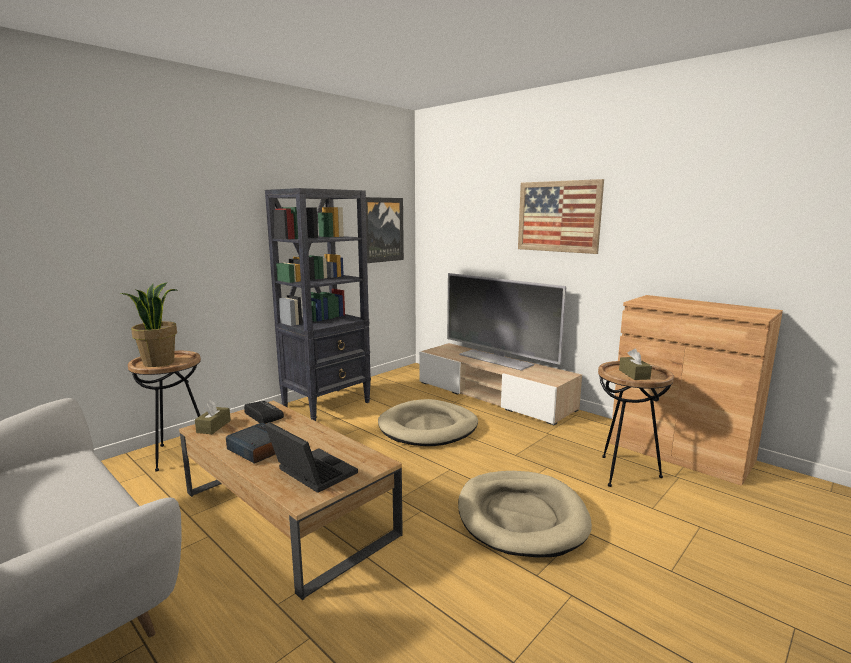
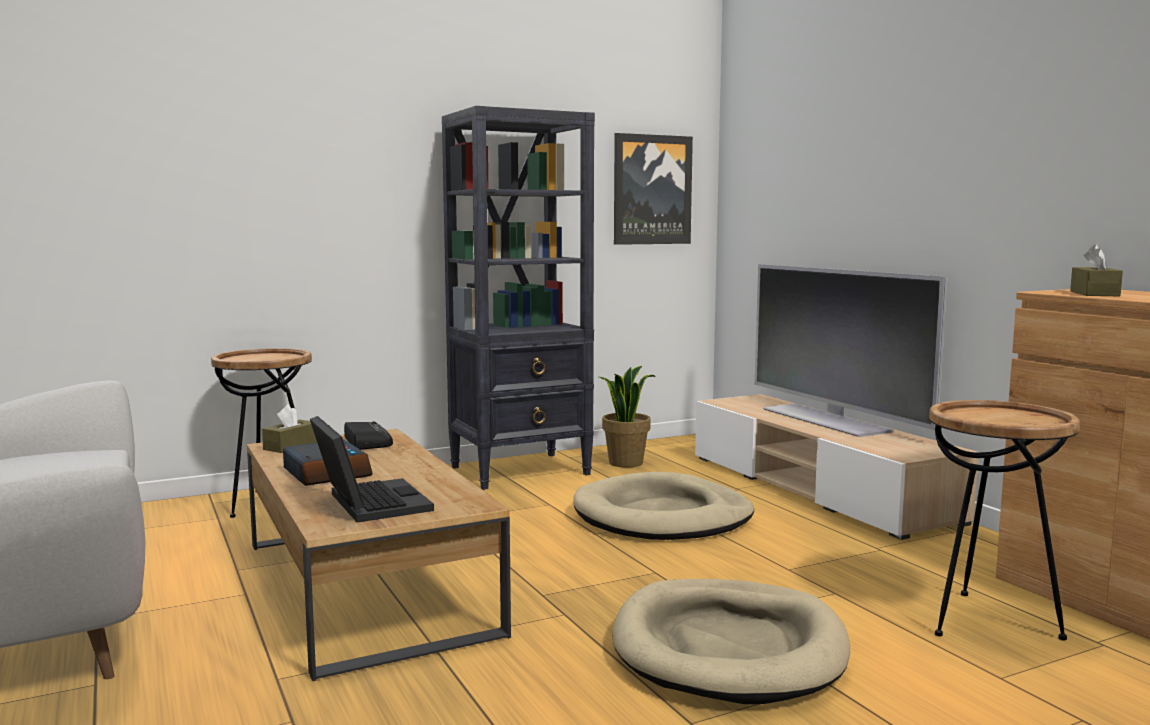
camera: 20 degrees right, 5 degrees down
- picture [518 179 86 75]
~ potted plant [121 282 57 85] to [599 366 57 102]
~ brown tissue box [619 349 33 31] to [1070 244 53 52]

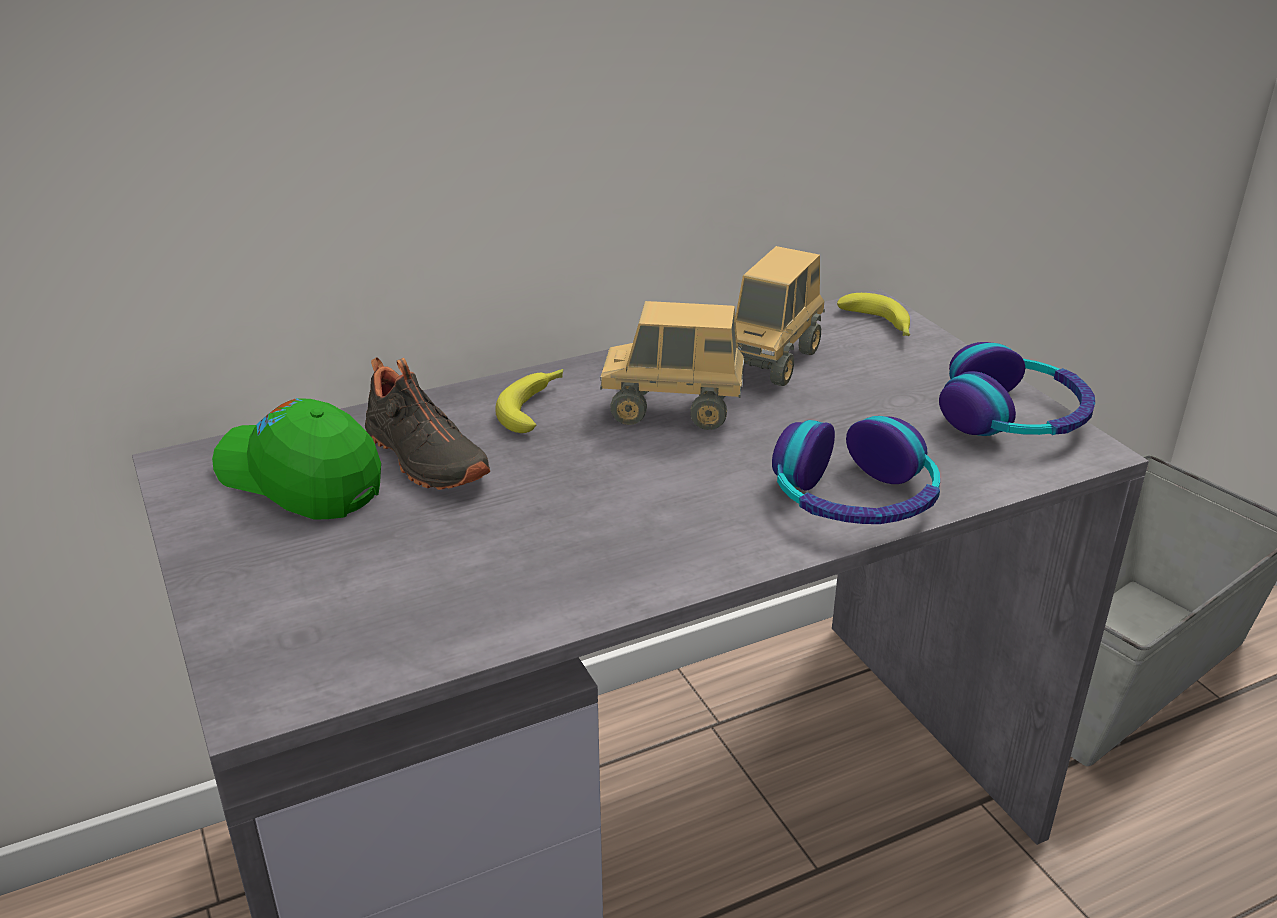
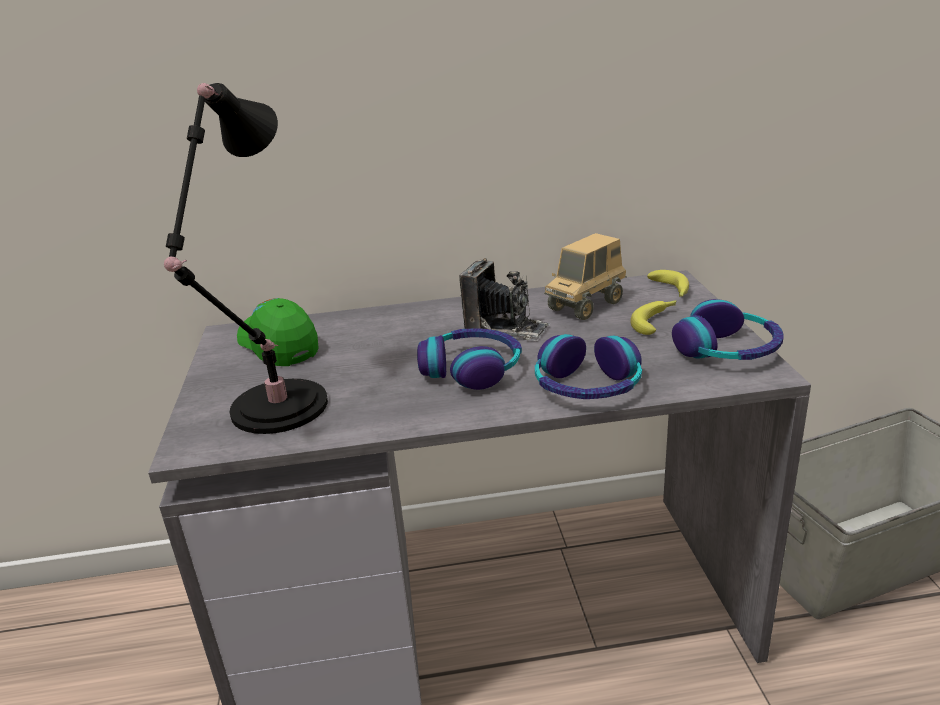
camera: 20 degrees right, 5 degrees down
~ toy truck [600 301 144 129] to photo camera [459 258 91 83]
- black shoe [365 357 125 133]
~ banana [495 369 68 64] to [631 300 45 35]
+ black table lamp [164 83 164 351]
+ headphones [417 328 105 62]

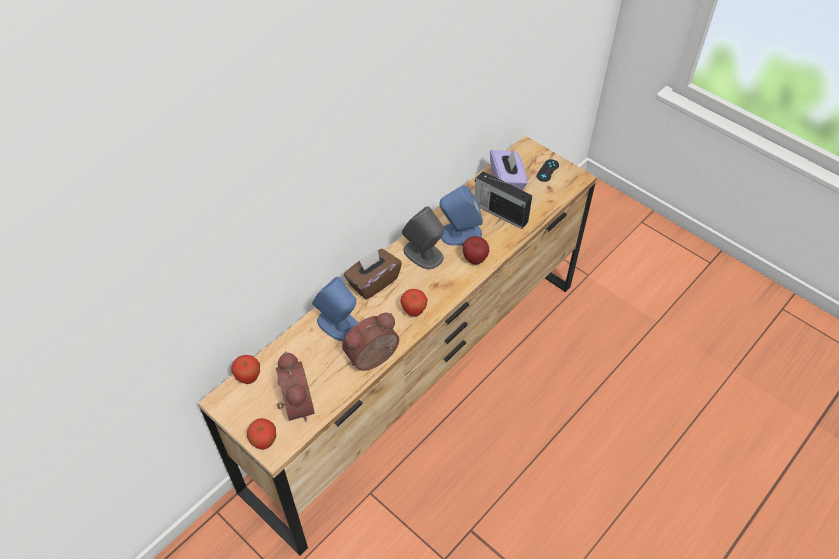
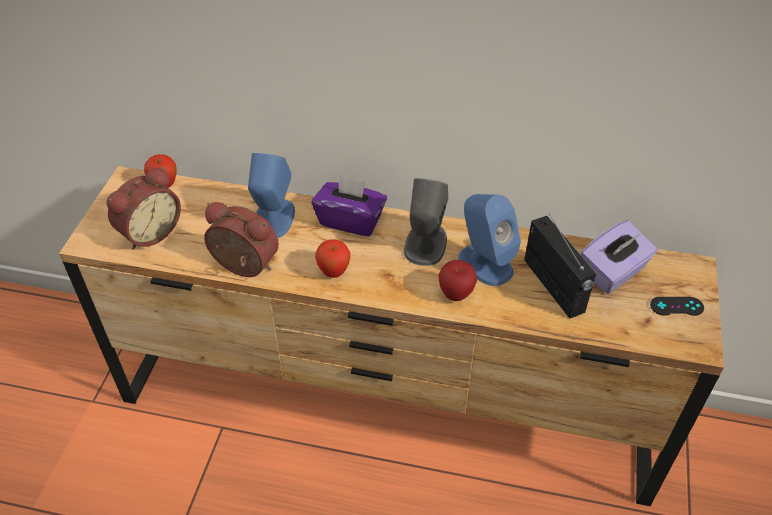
camera: 60 degrees right, 5 degrees down
~ radio [475 171 57 58] = [524 214 72 104] 150 degrees clockwise
~ brown tissue box [344 249 58 51] to purple tissue box [311 175 76 62]
- apple [247 418 29 32]

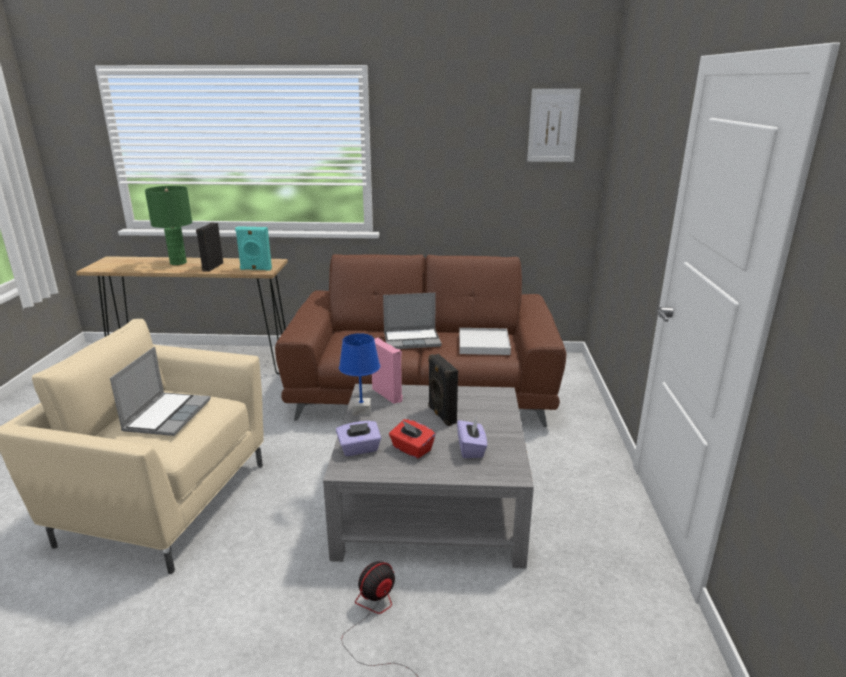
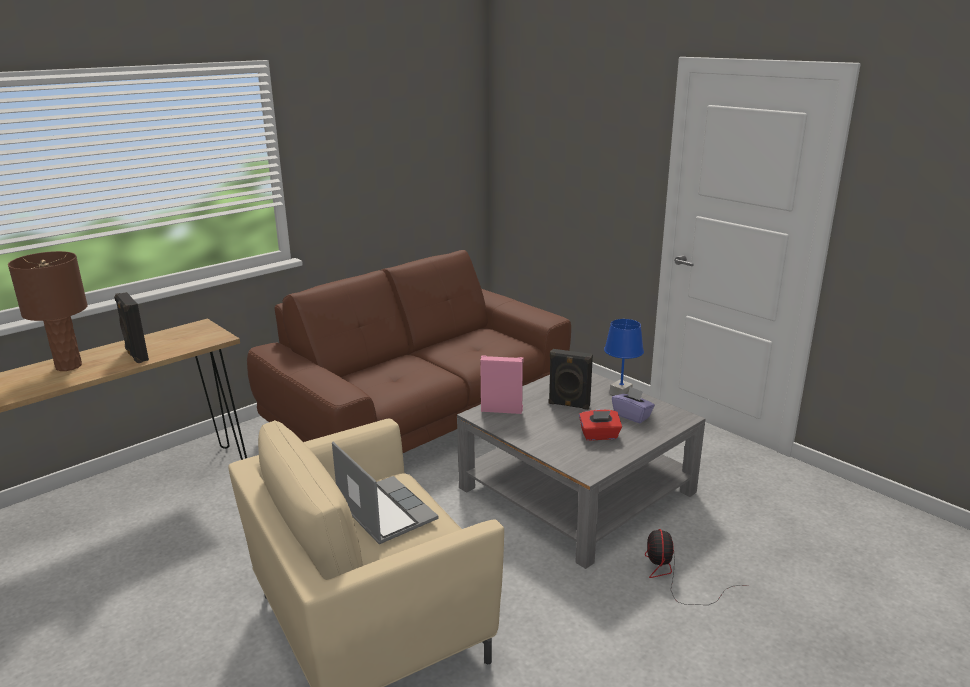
camera: 45 degrees left, 0 degrees up
- picture [527 89 54 73]
~ green table lamp [145 186 47 79] to brown table lamp [8 251 80 120]
- turquoise speaker [235 226 37 45]
- laptop [383 293 59 56]
- white tray [459 328 52 27]
~ blue table lamp [339 333 41 82] to [604 319 40 77]
- purple tissue box [336 421 45 35]

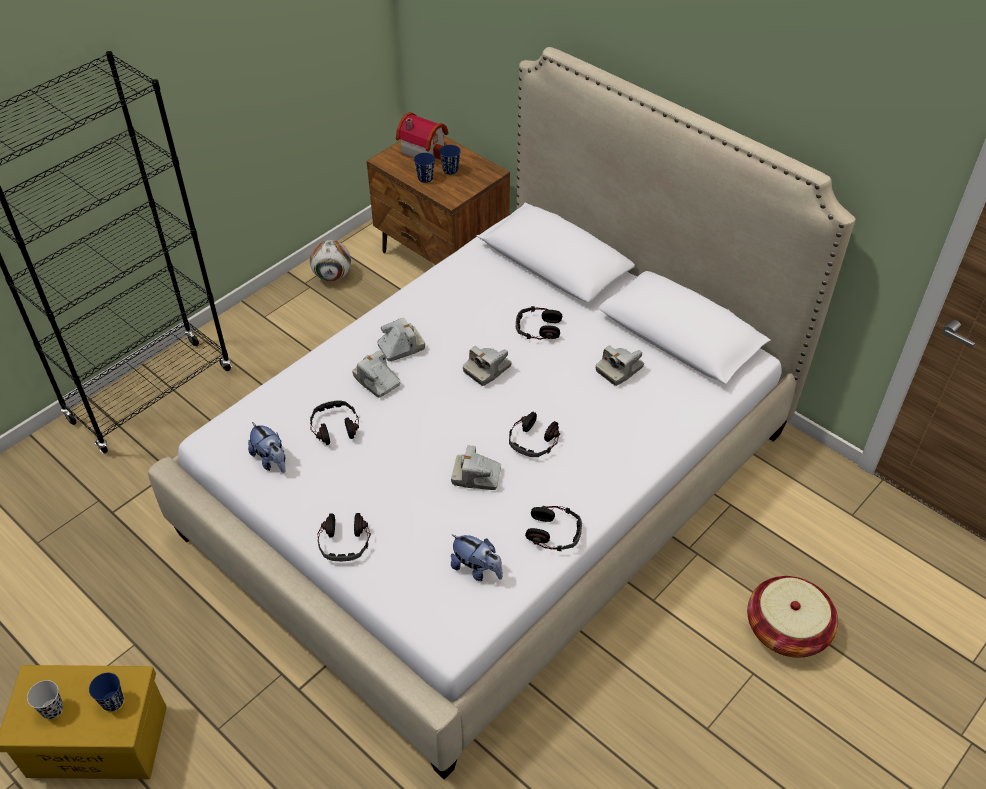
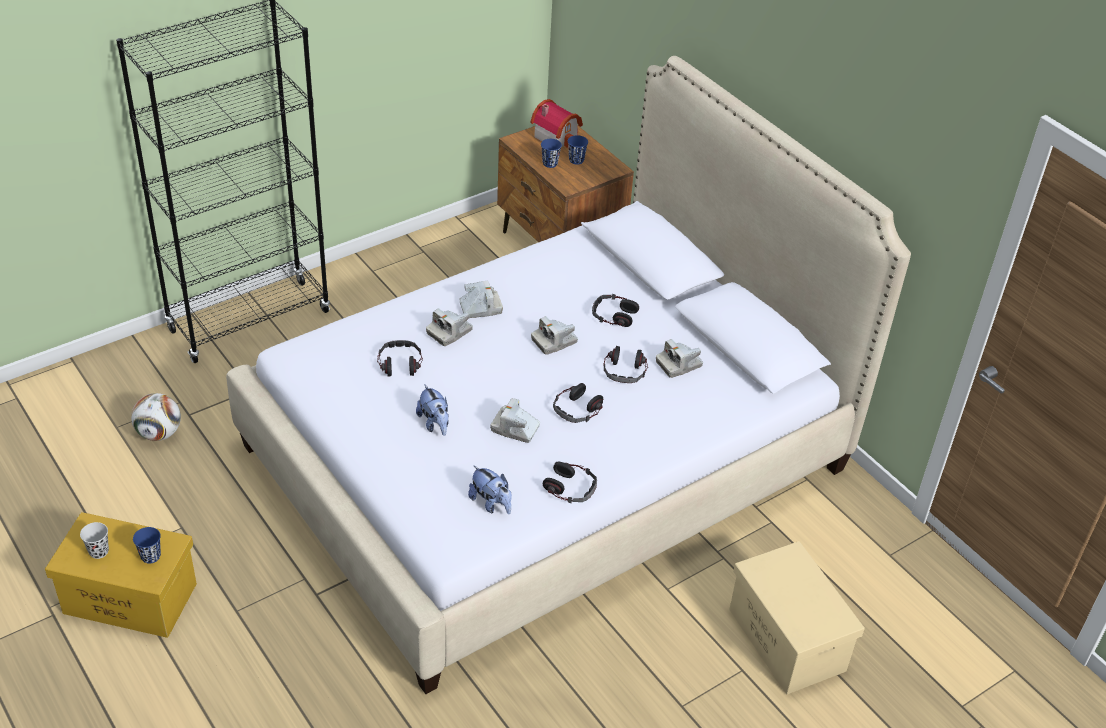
camera: 10 degrees right, 5 degrees down
~ football [310 240 41 41] to [131 393 50 48]
~ photo camera [352 350 48 48] = [426 308 47 38] 105 degrees counterclockwise
~ plush toy [248 422 38 51] to [416 385 33 51]
~ headphones [318 513 53 48] to [604 346 44 37]
~ basket [747 576 91 81] to beige storage box [729 541 136 153]

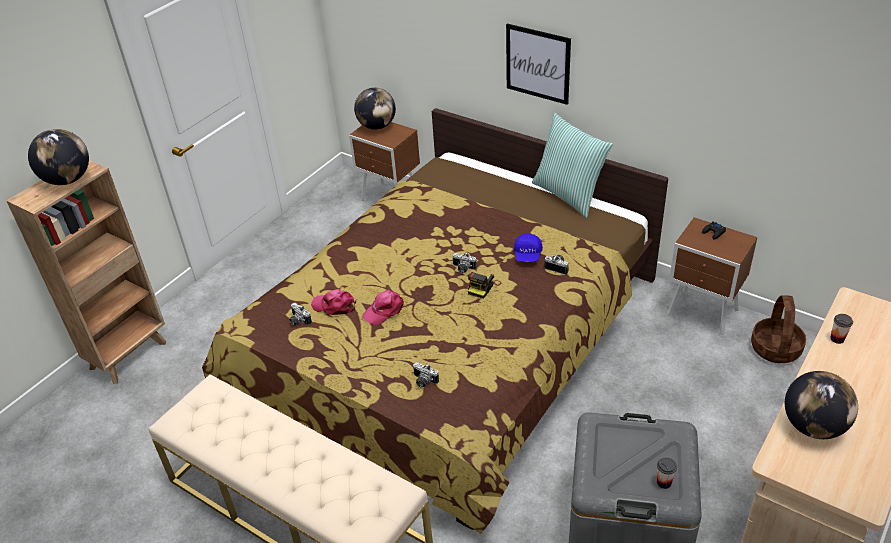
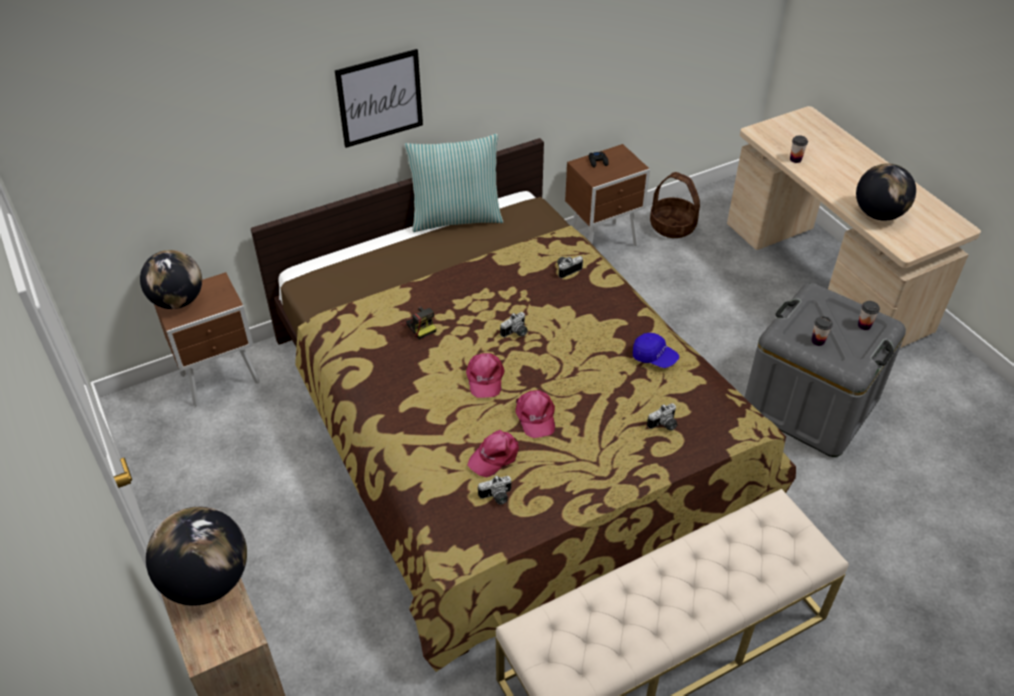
camera: 65 degrees left, 5 degrees up
~ blue cap [514 233 29 29] to [633 333 46 35]
~ photo camera [468 272 33 27] to [400 306 36 33]
+ cup [811 316 22 30]
+ pink cap [466 353 39 45]

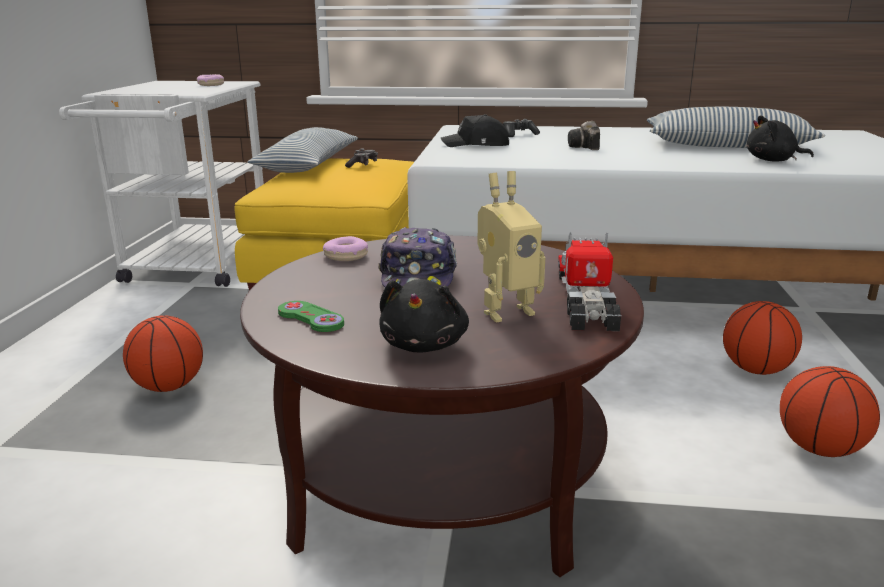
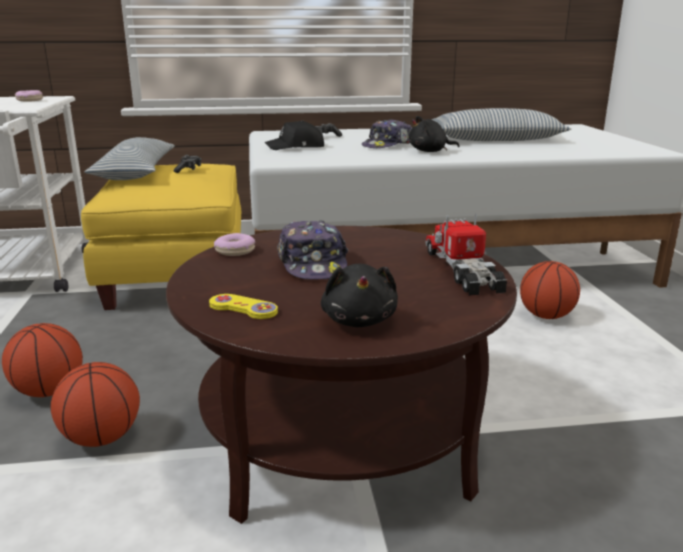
camera: 15 degrees left, 0 degrees up
~ black plush toy [747 116 67 45] to [409 116 51 36]
~ photo camera [568 121 32 29] to cap [362 119 50 29]
- toy robot [477 171 68 151]
~ green game controller [278 301 66 31] to yellow game controller [209 294 69 25]
~ basketball [780 366 100 91] to [51 362 89 85]

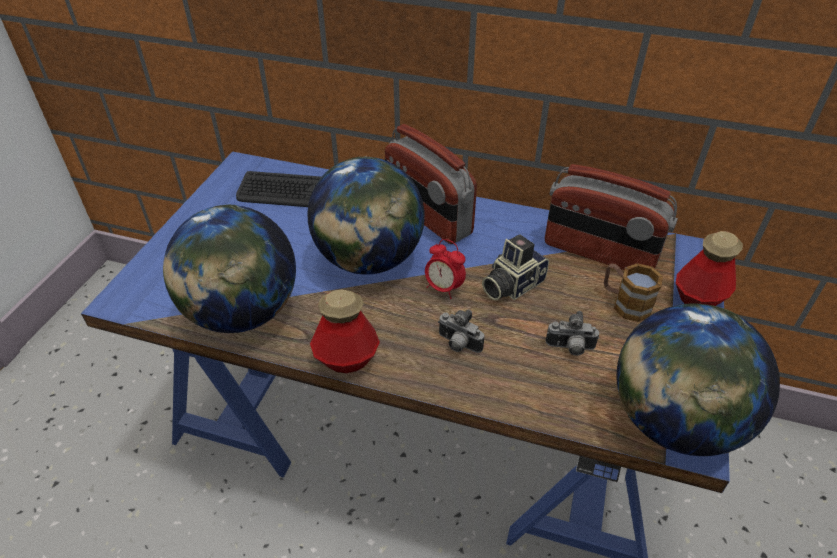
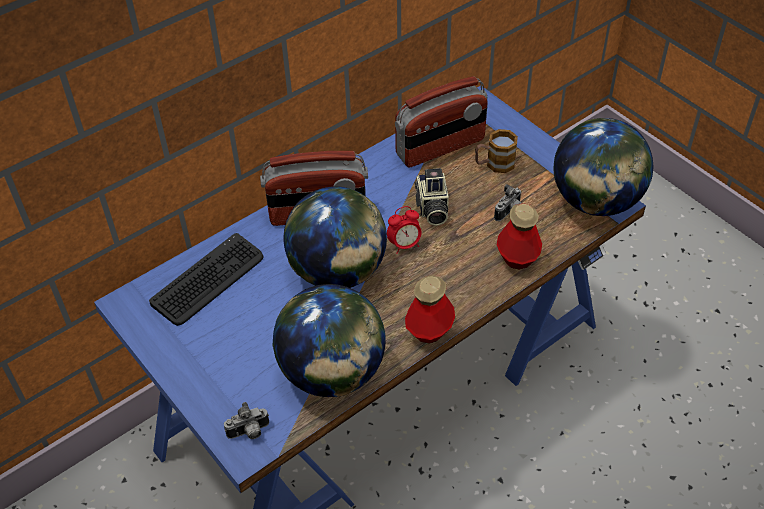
camera: 55 degrees left, 5 degrees up
~ bottle [676 231 67 75] to [497 203 45 67]
~ photo camera [438 309 46 44] to [224 402 45 37]

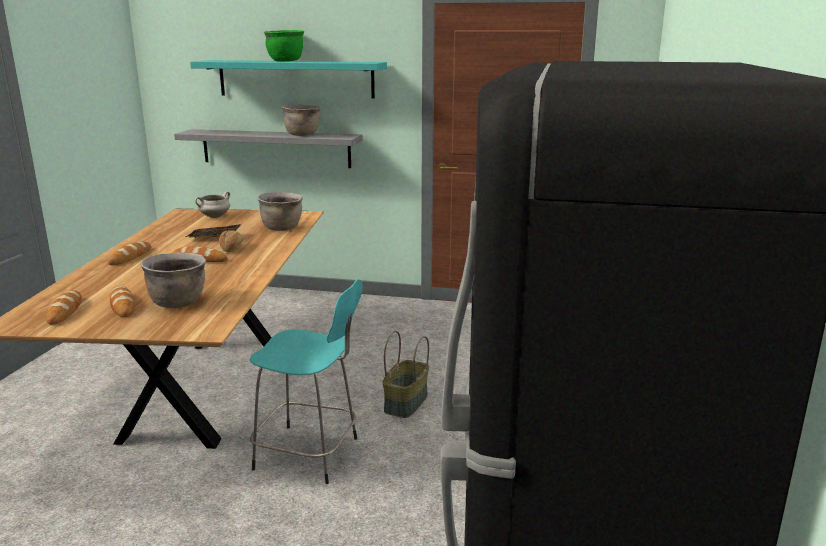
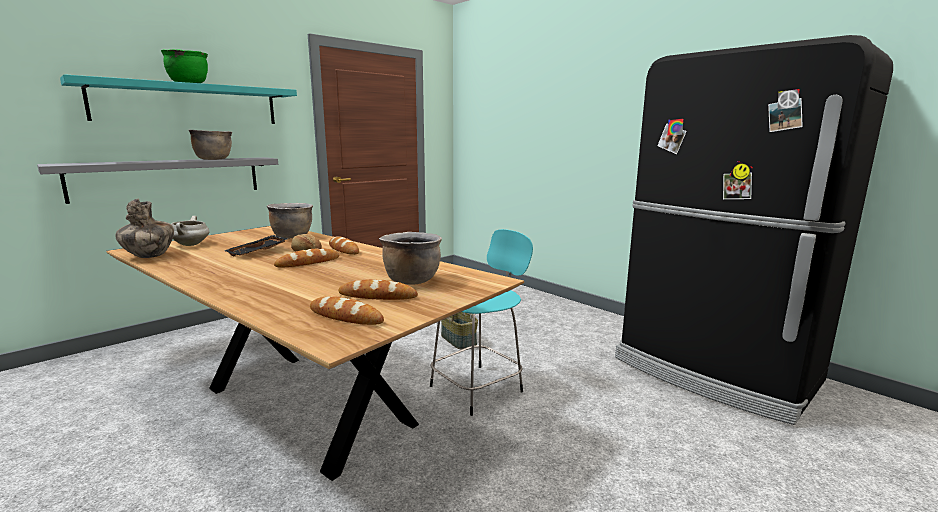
camera: 55 degrees left, 5 degrees down
~ bread [108 241 43 24] to [329 236 30 19]
+ vase [115 199 59 59]

